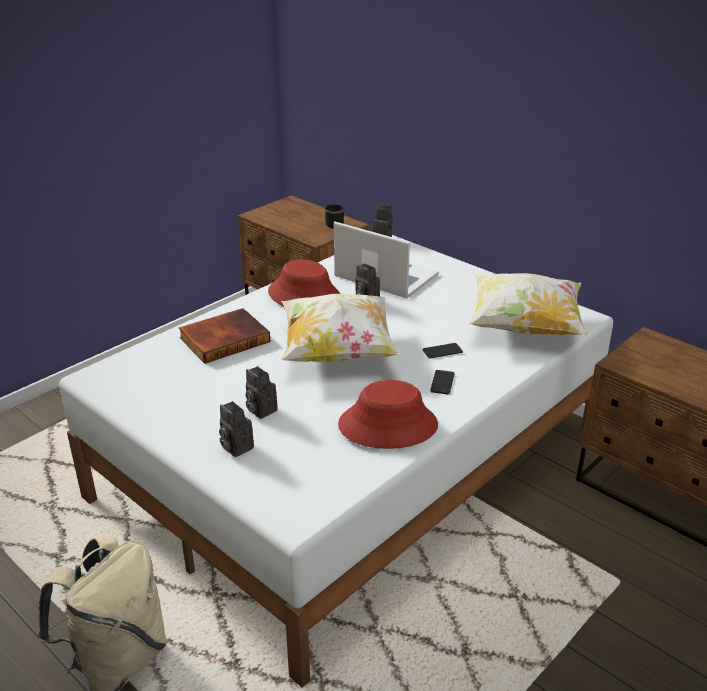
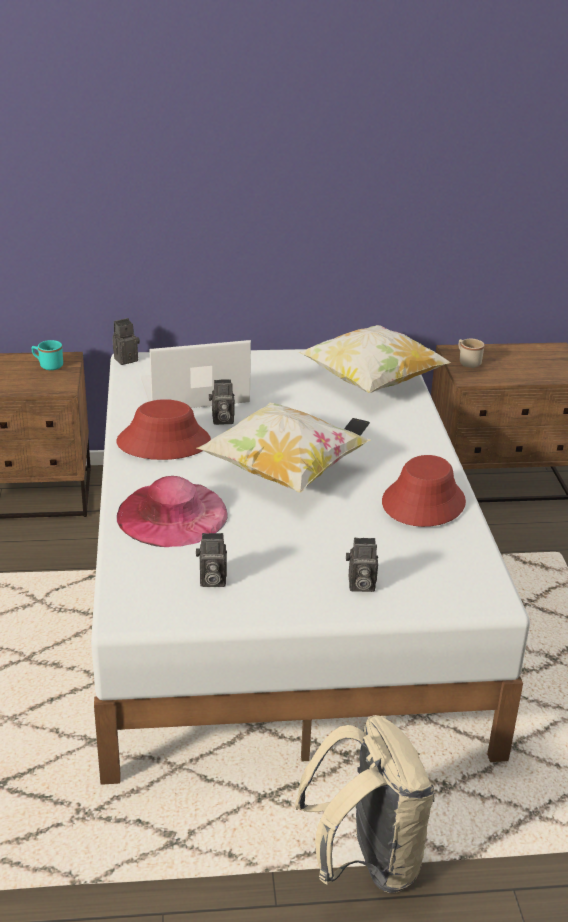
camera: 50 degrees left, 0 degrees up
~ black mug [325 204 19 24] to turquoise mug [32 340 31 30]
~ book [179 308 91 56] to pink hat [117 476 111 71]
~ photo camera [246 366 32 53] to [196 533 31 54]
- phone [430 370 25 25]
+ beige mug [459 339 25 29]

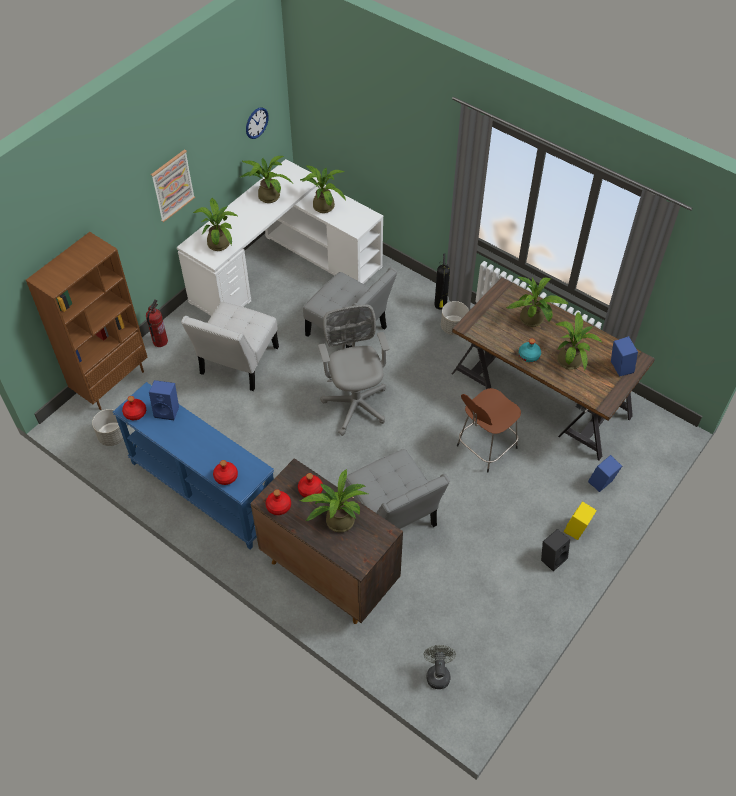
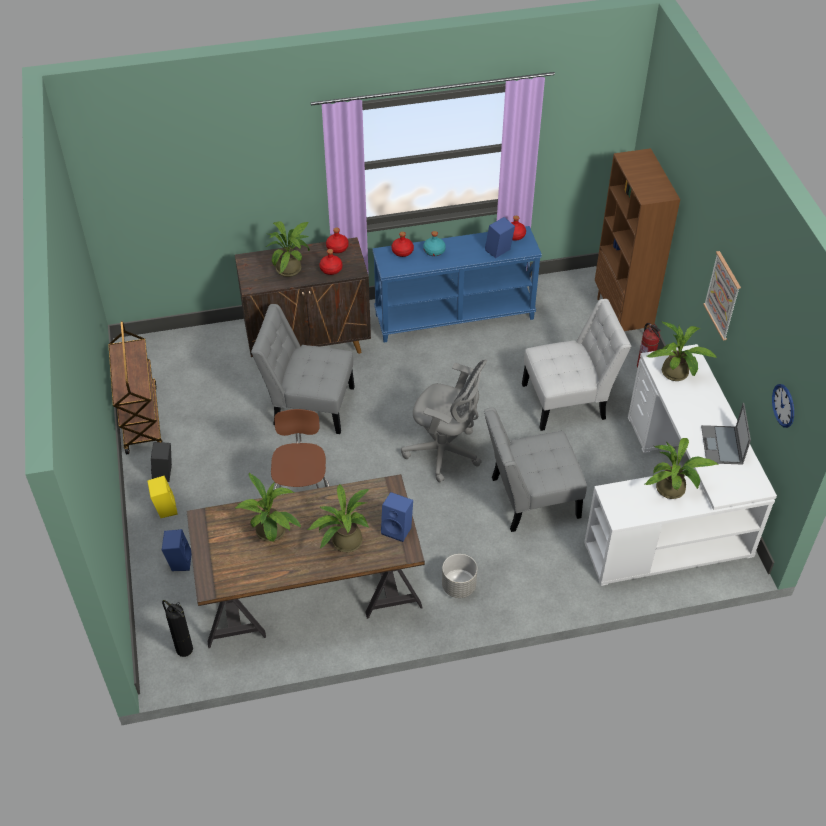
camera: 130 degrees right, 5 degrees down
~ potted plant [241 156 52 47] to laptop [701 403 50 62]
~ fire extinguisher [434 253 16 57] to [162 600 31 57]
~ white chair [181 302 98 89] = [522 299 109 132] 105 degrees clockwise
~ blue speaker [611 336 27 41] to [381 492 32 50]
~ turquoise bottle [519 338 22 24] to [423 231 23 25]
- grey planter [92 409 32 37]
- grey fan [424 645 32 44]
+ brown cart [108 321 54 134]

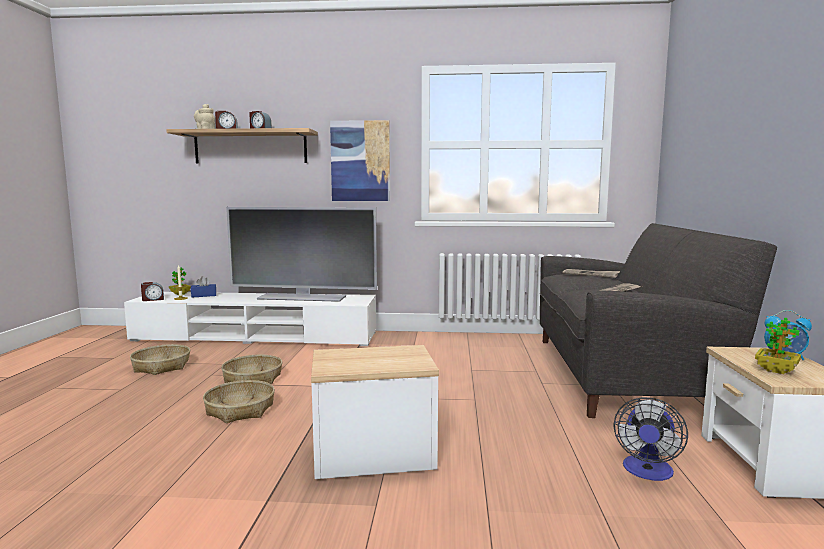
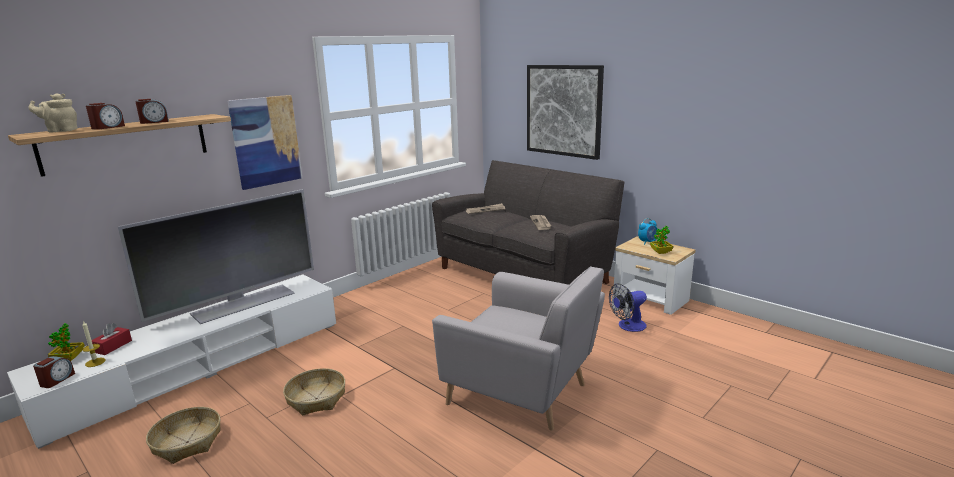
camera: 50 degrees left, 10 degrees up
~ blue tissue box [191 276 25 22] to red tissue box [92 323 40 32]
~ side table [311 345 128 134] to grey armchair [432 266 173 164]
- basket [203 380 72 43]
~ fan [614 397 74 84] = [609 283 38 49] 90 degrees clockwise
+ picture [527 65 77 95]

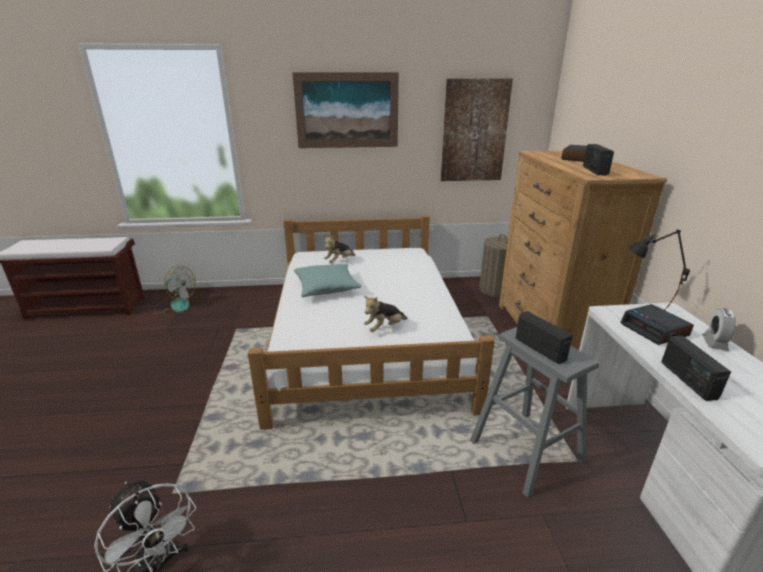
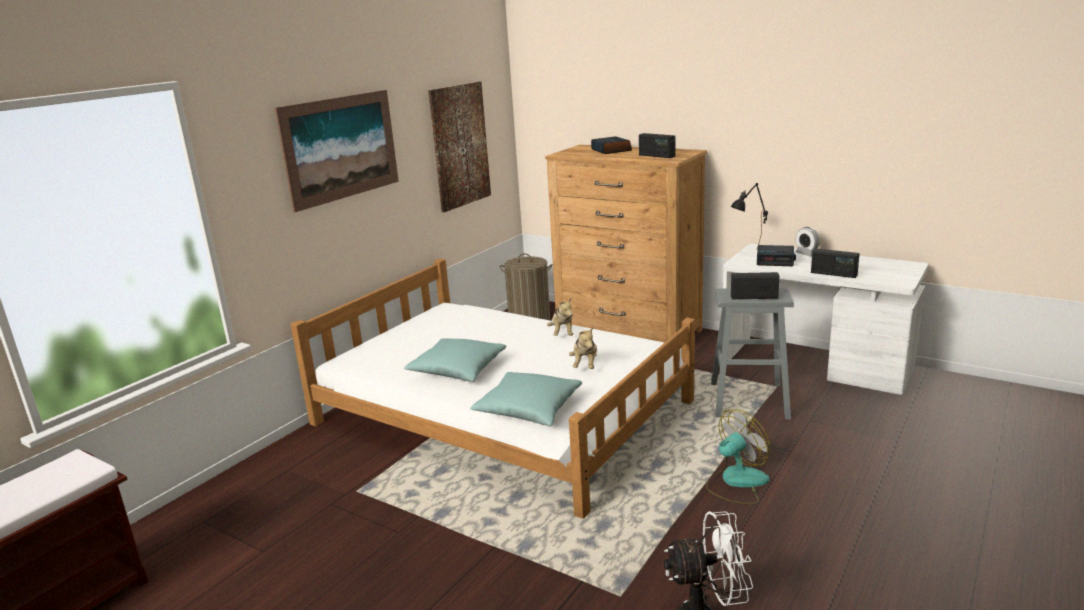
camera: 50 degrees left, 5 degrees down
~ plush toy [323 236 32 27] to [547 297 26 39]
~ fan [154 265 42 49] to [706 409 64 96]
+ turquoise pillow [470 372 112 54]

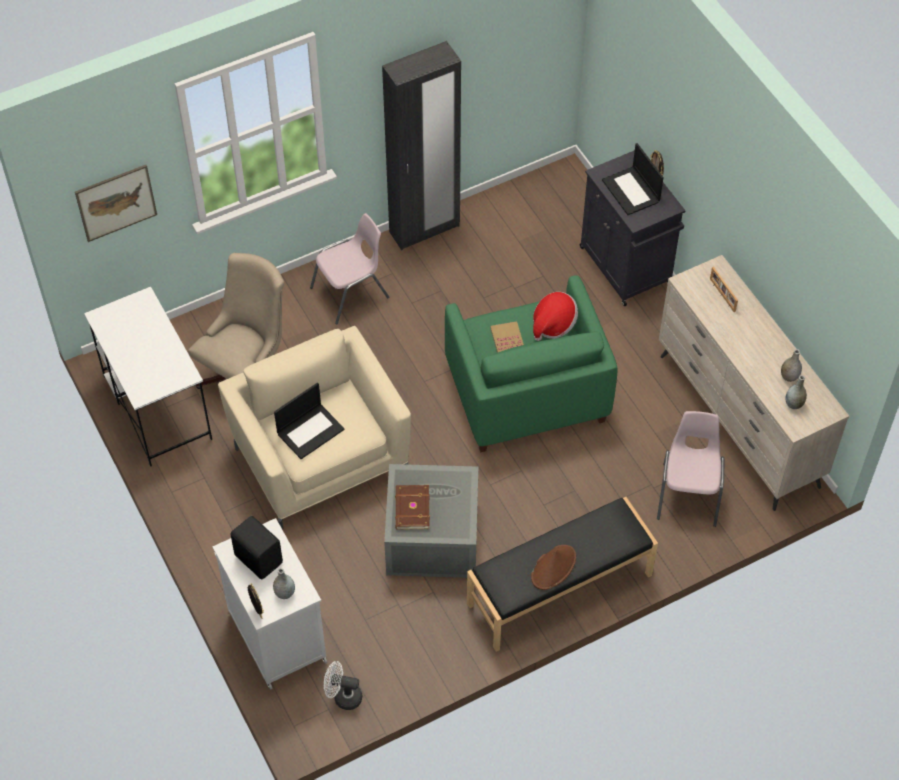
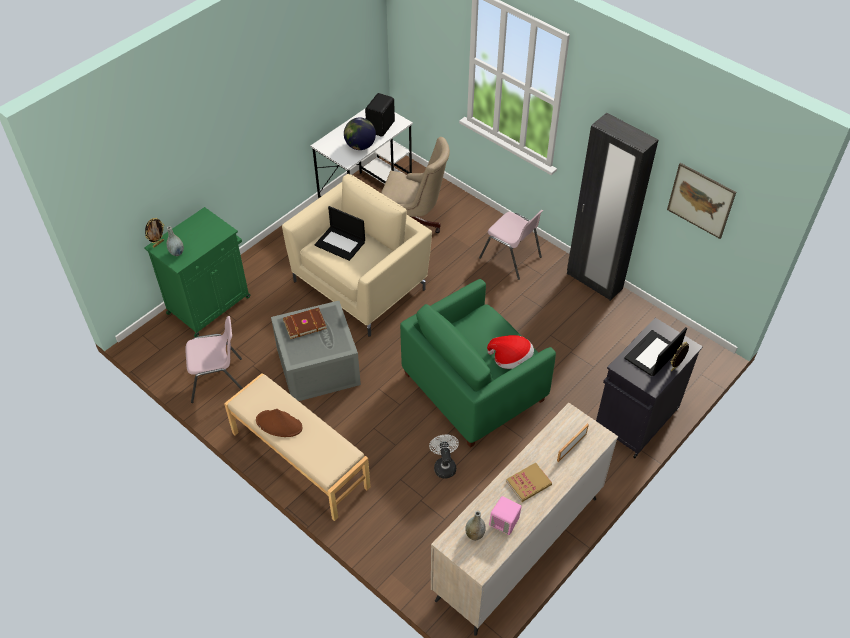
camera: 70 degrees right, 5 degrees down
~ picture [75 165 82 77] to [667 163 69 76]
~ book [490 321 34 32] to [506 463 46 39]
~ grey vase [781 349 21 33] to pink speaker [489 496 33 39]
~ pink chair [657 411 67 116] to [185 316 58 87]
~ black bench [467 497 191 155] to beige bench [224 373 147 148]
~ black speaker [231 516 52 64] to [365 93 30 43]
~ white cabinet [212 518 115 172] to green cabinet [144 207 106 130]
~ white fan [324 661 38 49] to [429 435 30 43]
+ globe [344 118 32 32]

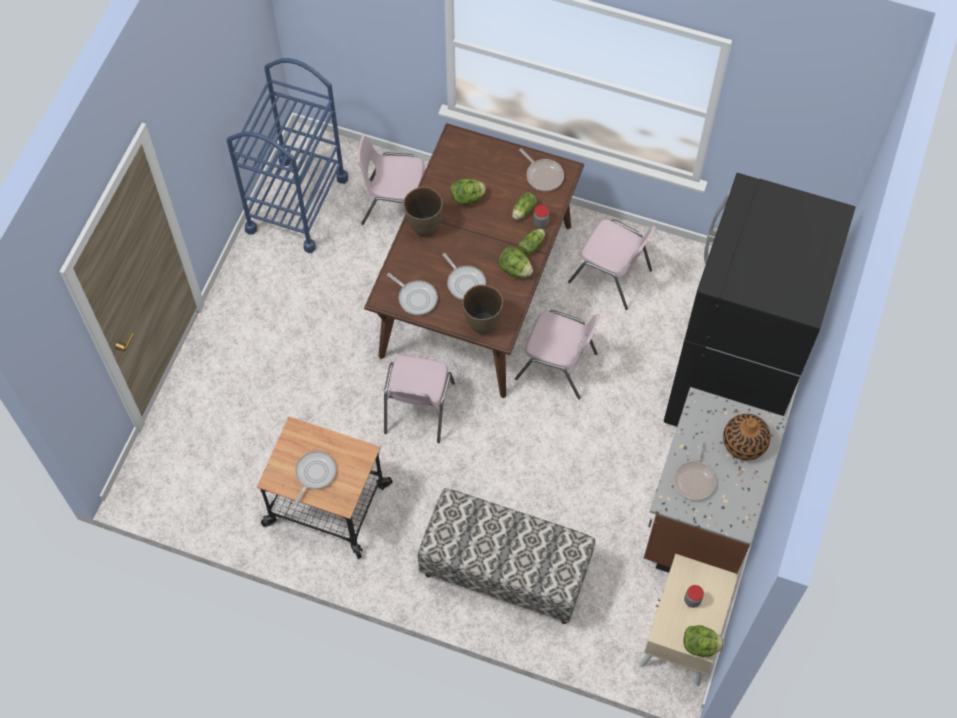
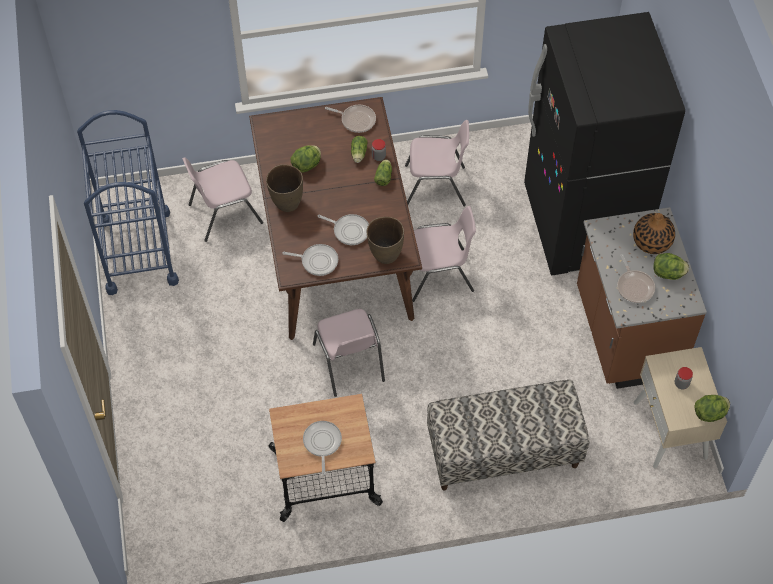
camera: 30 degrees left, 5 degrees down
~ lettuce [499 246 34 32] to [654 253 35 27]

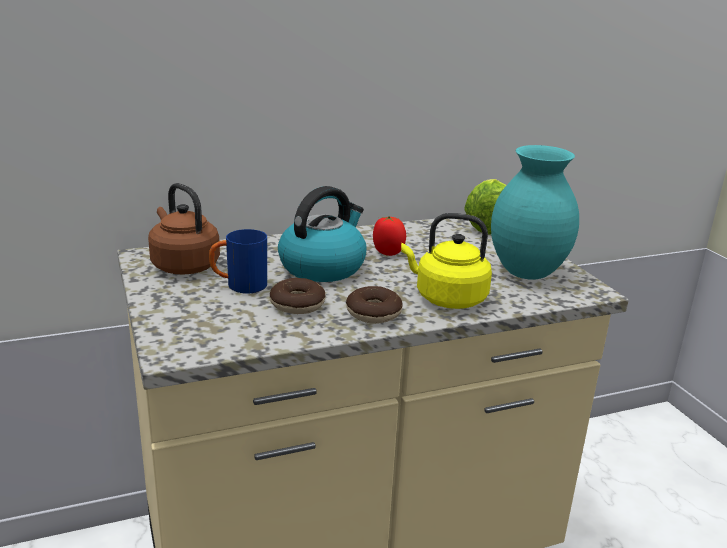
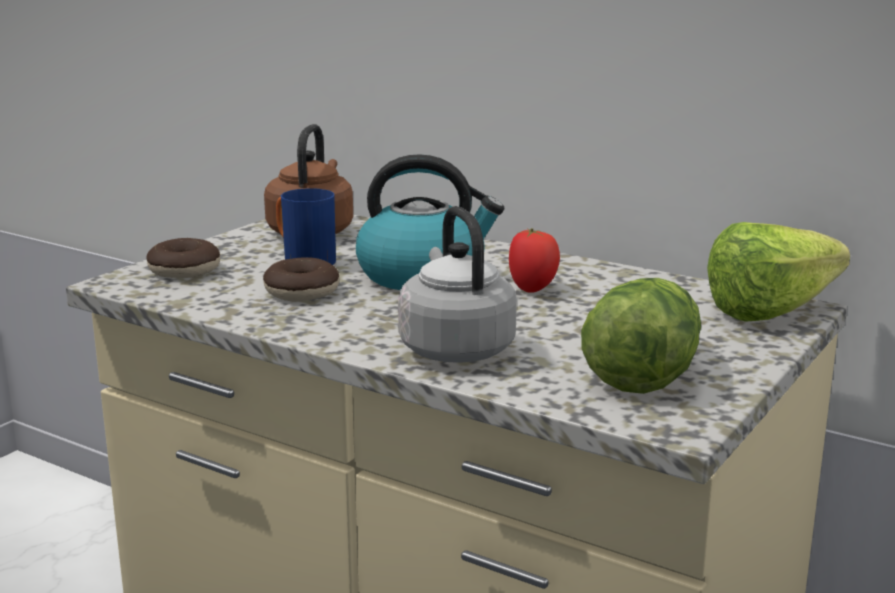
camera: 55 degrees right, 5 degrees down
~ turquoise vase [491 145 88 135] to lettuce [581 278 120 116]
~ yellow kettle [401 213 91 96] to grey kettle [398 206 119 157]
~ donut [346 286 57 38] to [146 238 74 40]

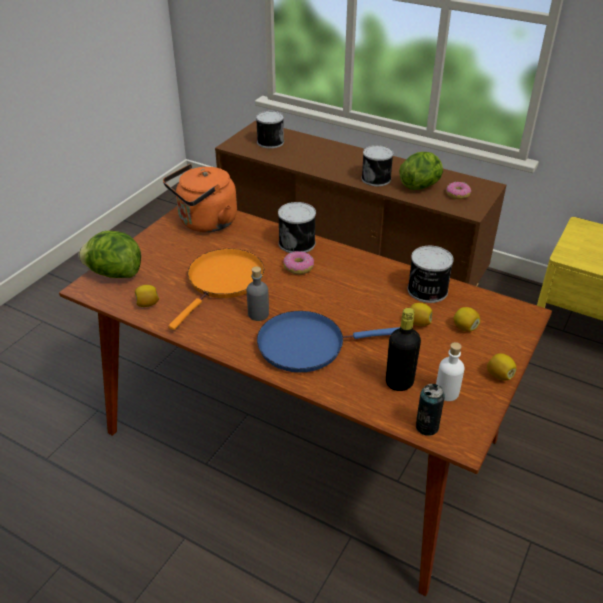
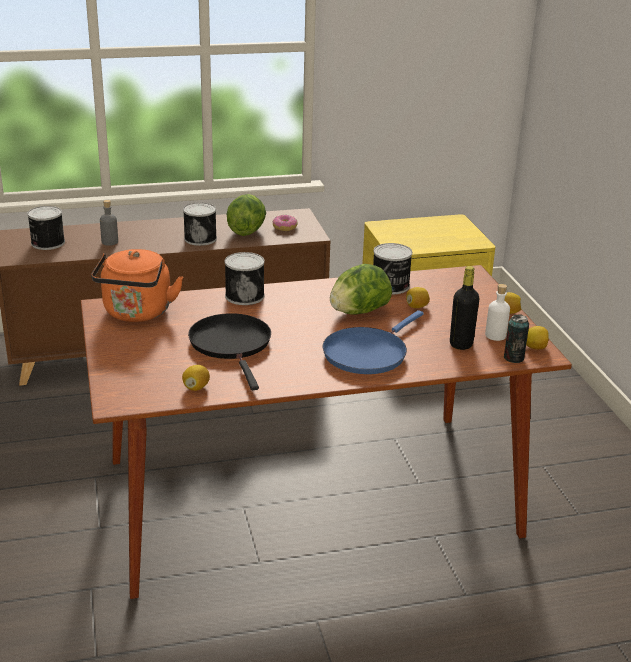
camera: 45 degrees left, 10 degrees down
~ lettuce [78 231 63 47] to [330 264 62 51]
~ orange frying pan [168 249 96 81] to black frying pan [188 313 83 77]
- donut [283 251 31 23]
~ grey bottle [247 266 22 55] to [100 200 18 46]
~ lemon [454 307 26 25] to [526 326 23 23]

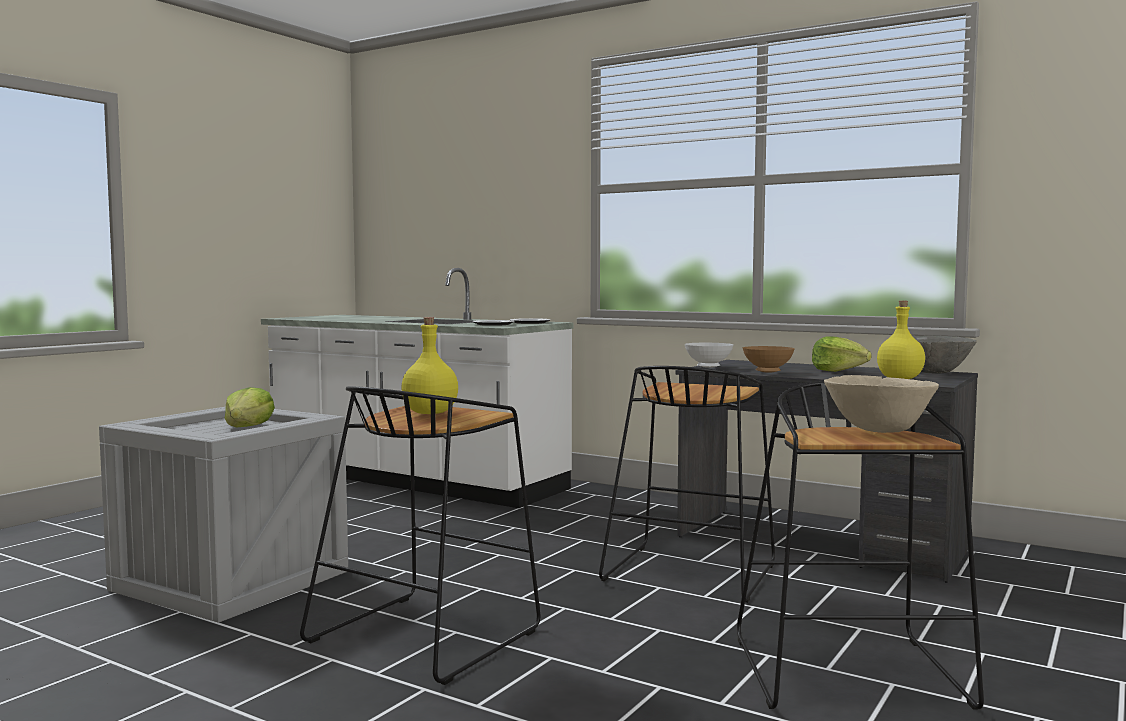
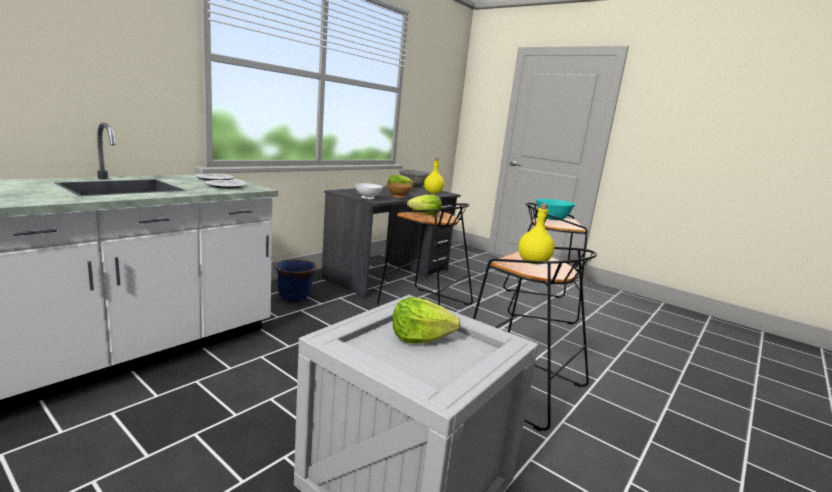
camera: 85 degrees left, 10 degrees up
~ beige bowl [824 375 115 58] to turquoise bowl [536 199 39 21]
+ lettuce [407 195 35 20]
+ blue planter [274 259 43 43]

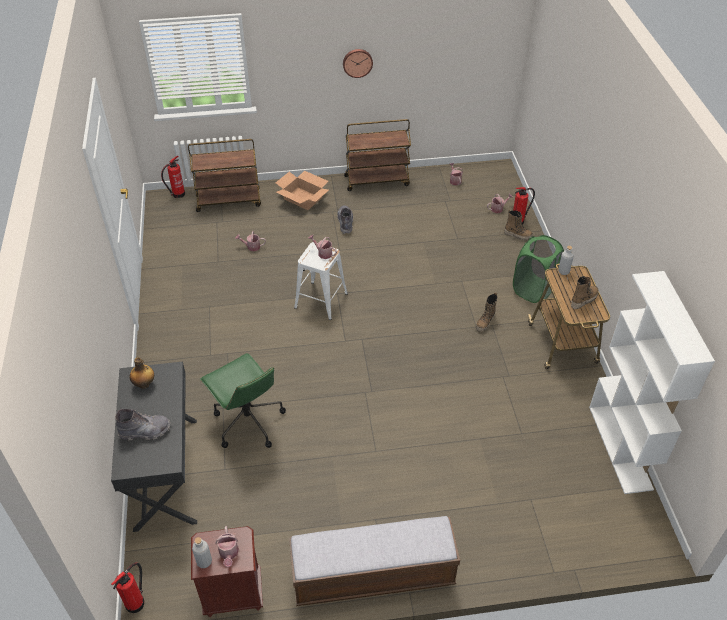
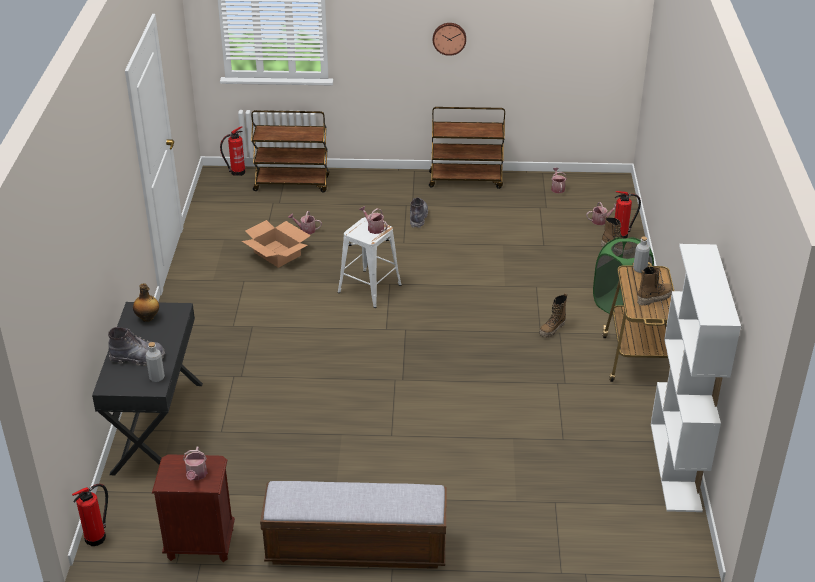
camera: 10 degrees right, 10 degrees down
~ cardboard box [276 170 53 40] to [242 220 69 48]
- green office chair [200 353 86 95]
~ grey bottle [192 537 20 31] to [146 342 19 40]

